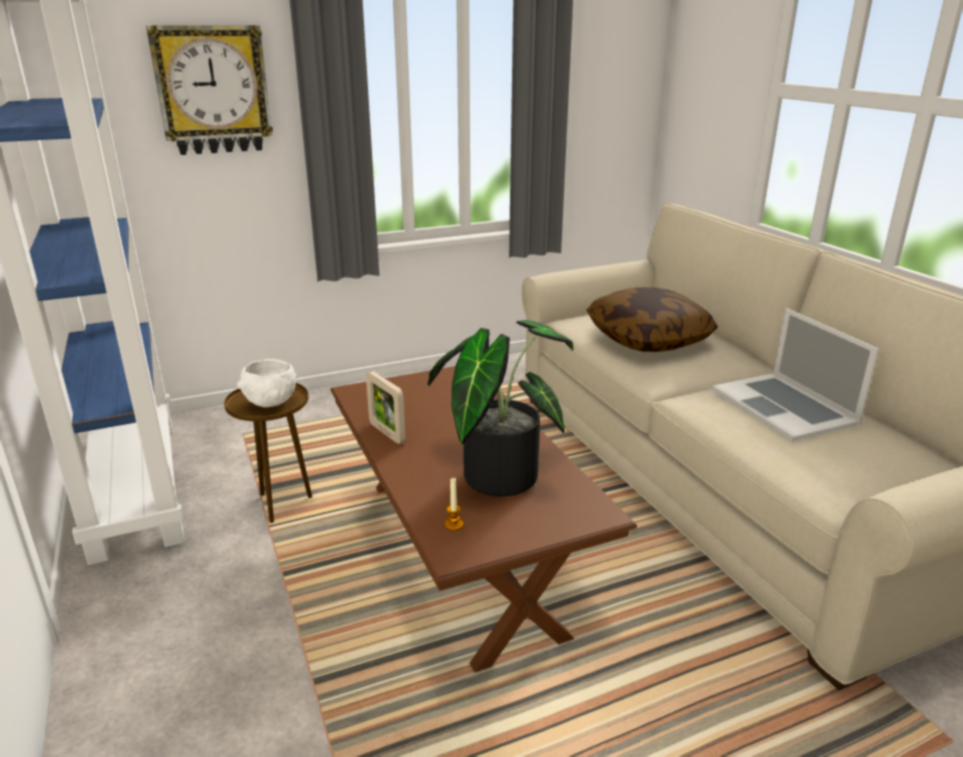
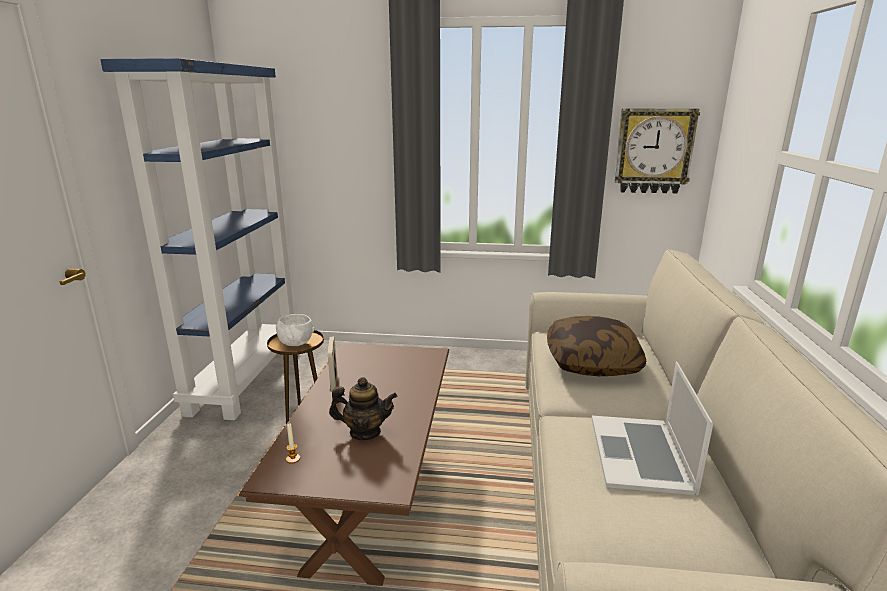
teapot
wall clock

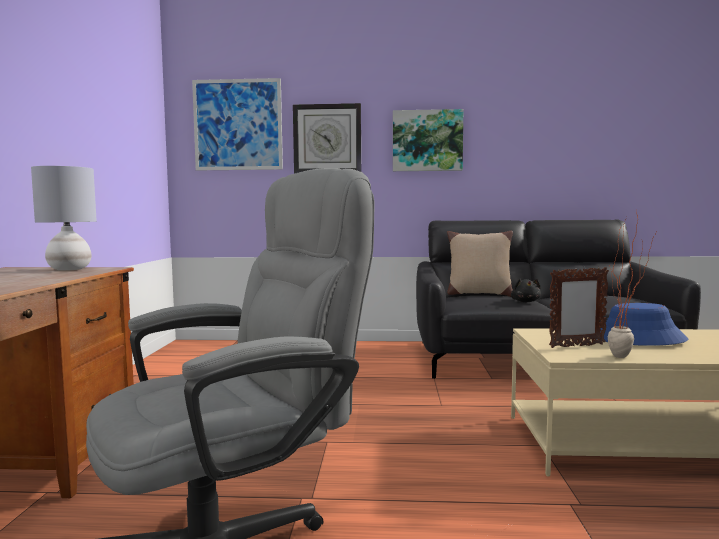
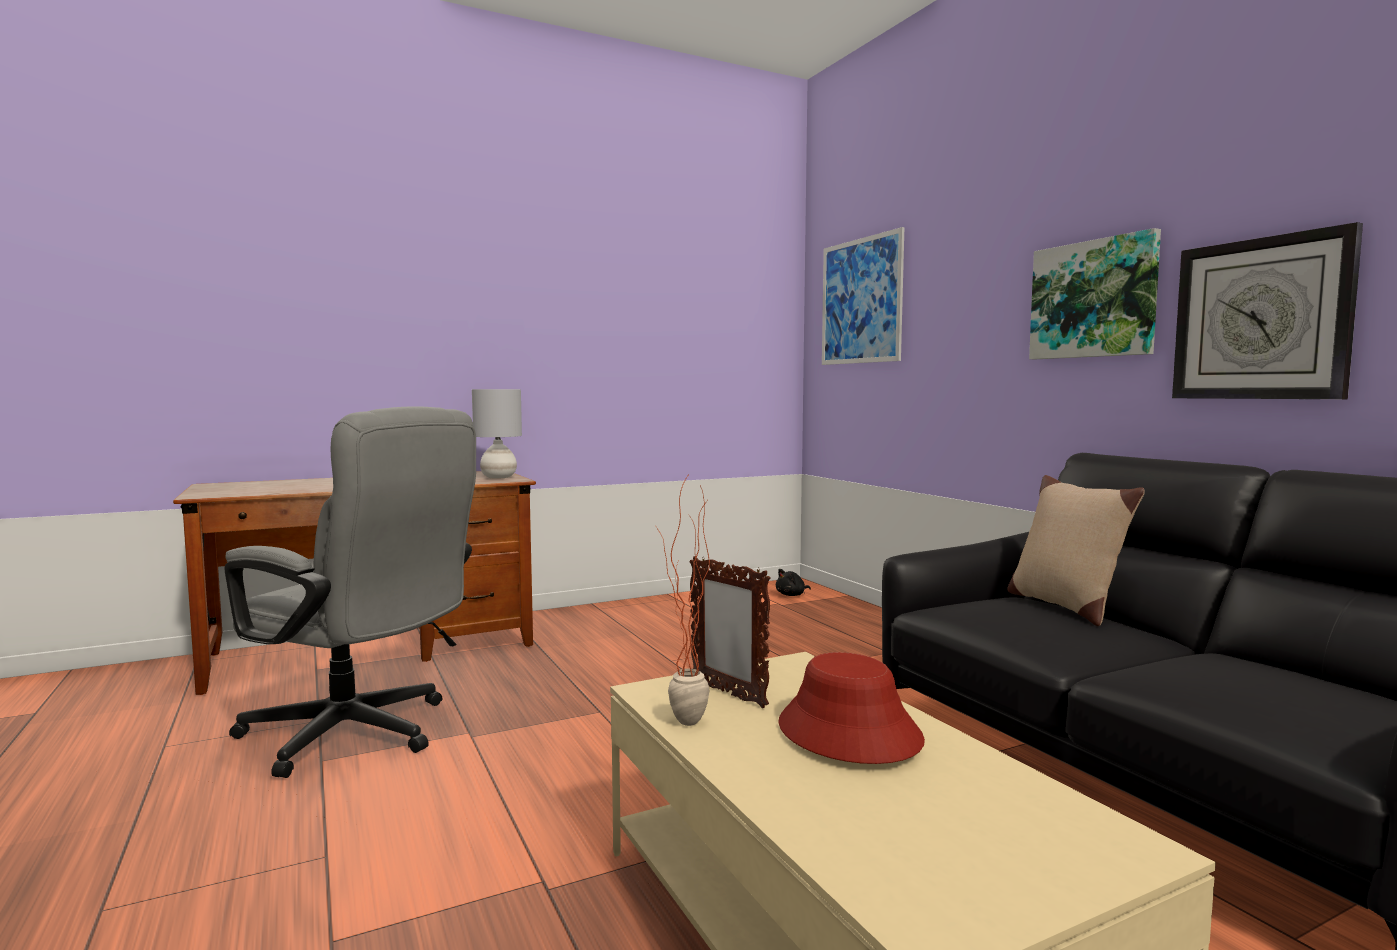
black plush toy
red hat
wall clock

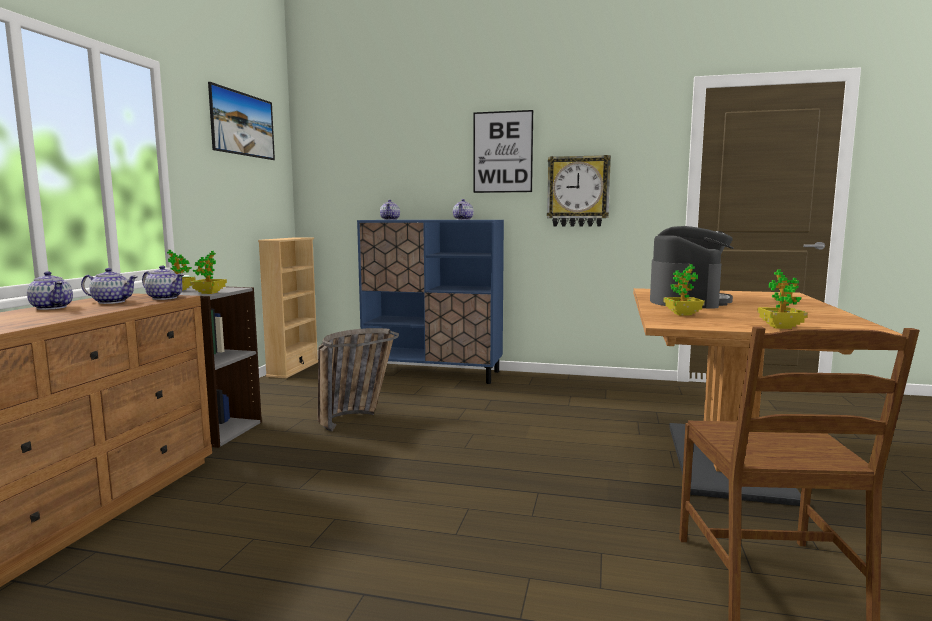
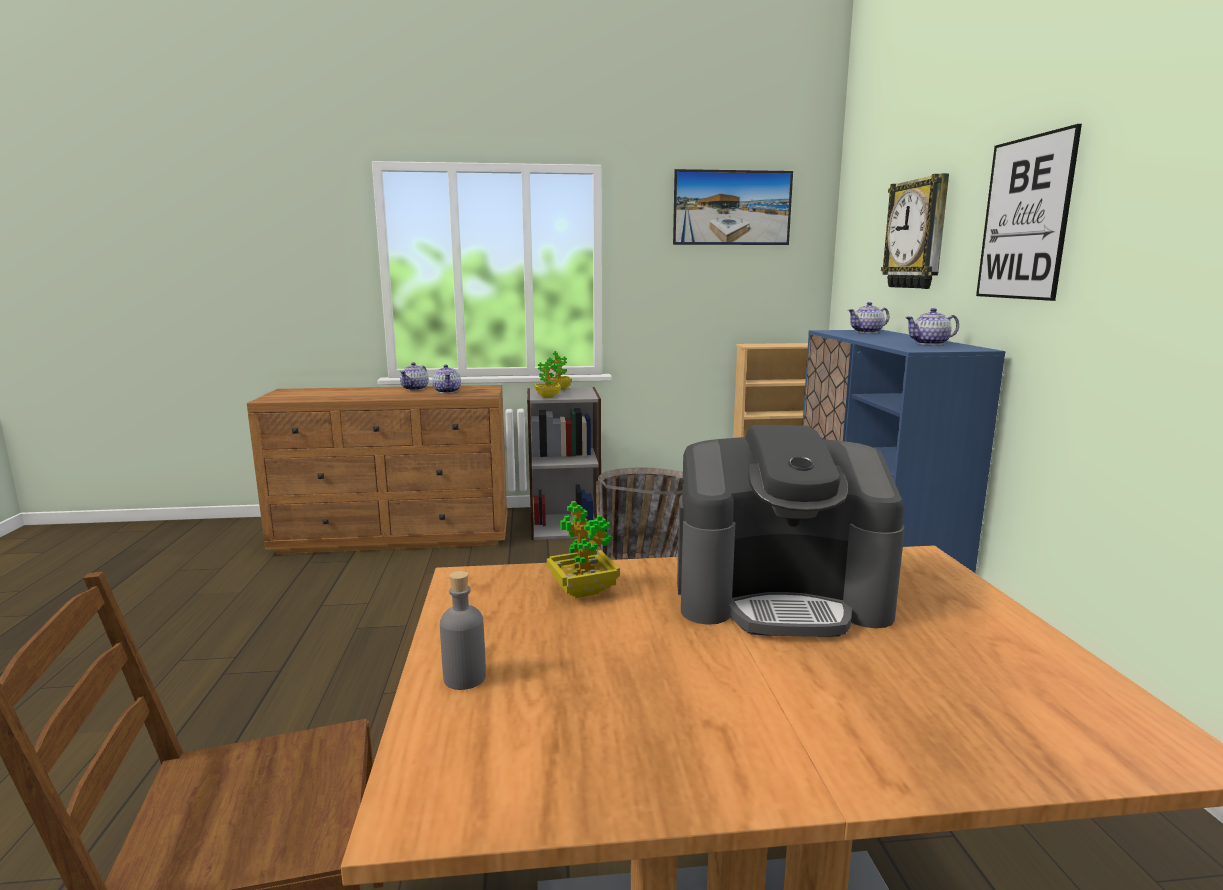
grey bottle
wall clock
teapot (no. 3 from left in the first image)

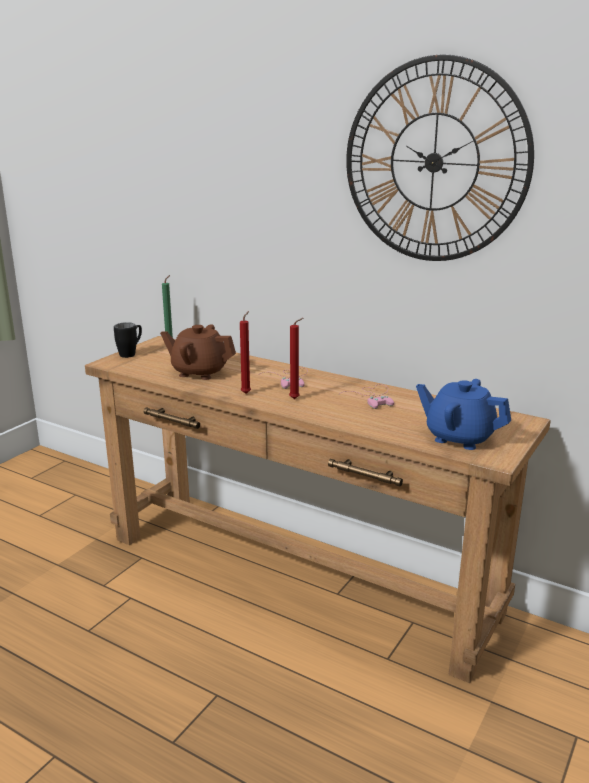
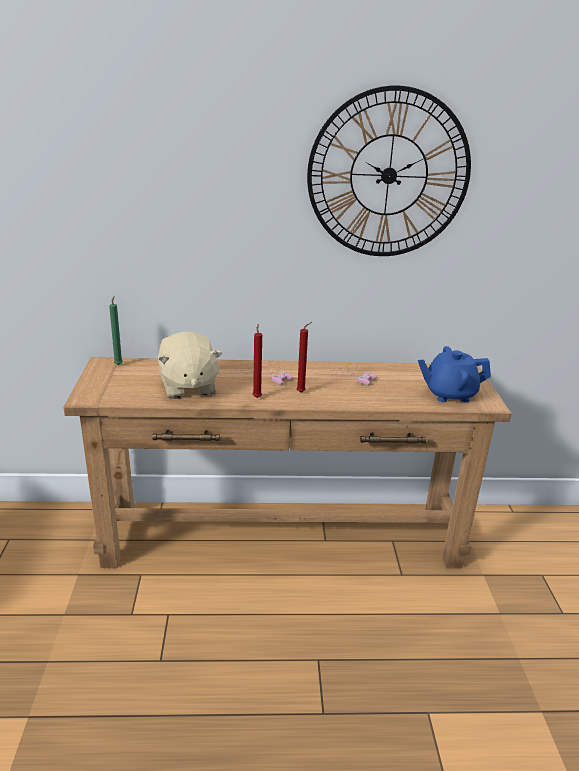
beige plush toy
black mug

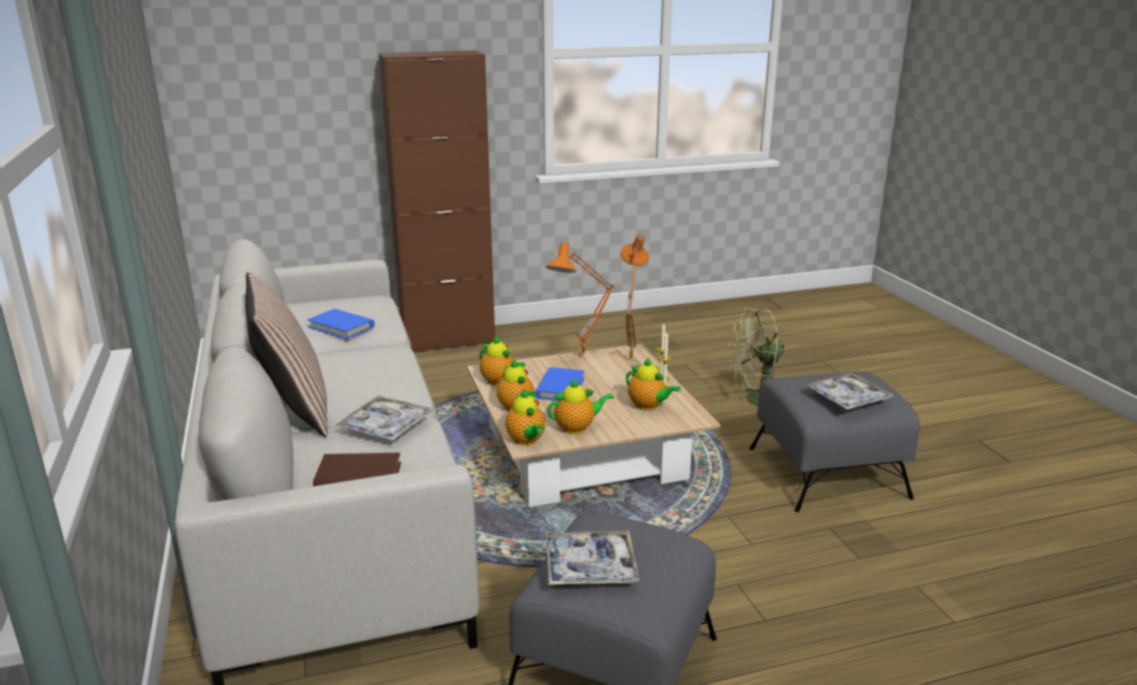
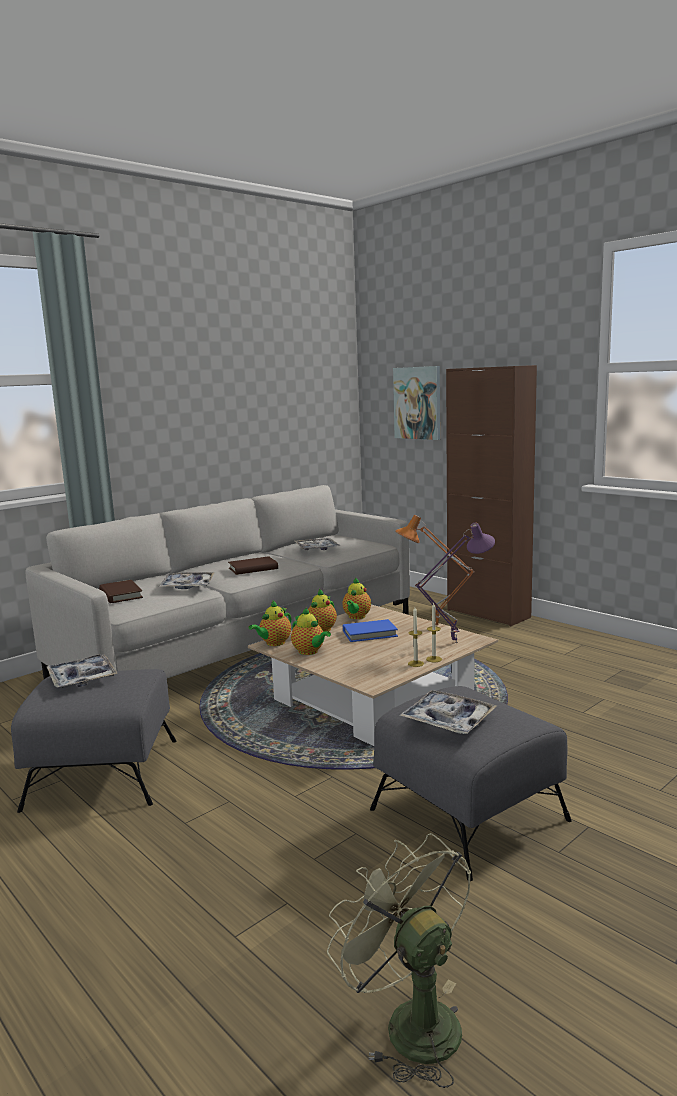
brown book (no. 2 from left)
tray (no. 3 from left)
green fan
picture
purple table lamp
pillow
teapot (no. 5 from left in the first image)

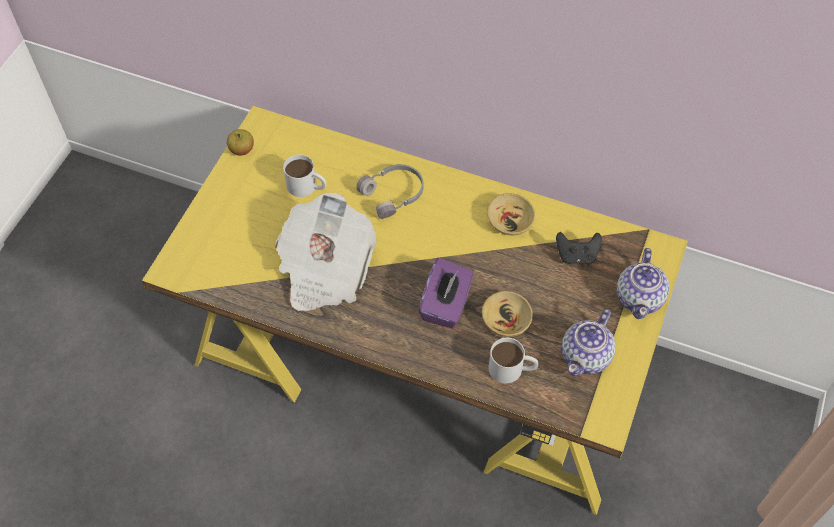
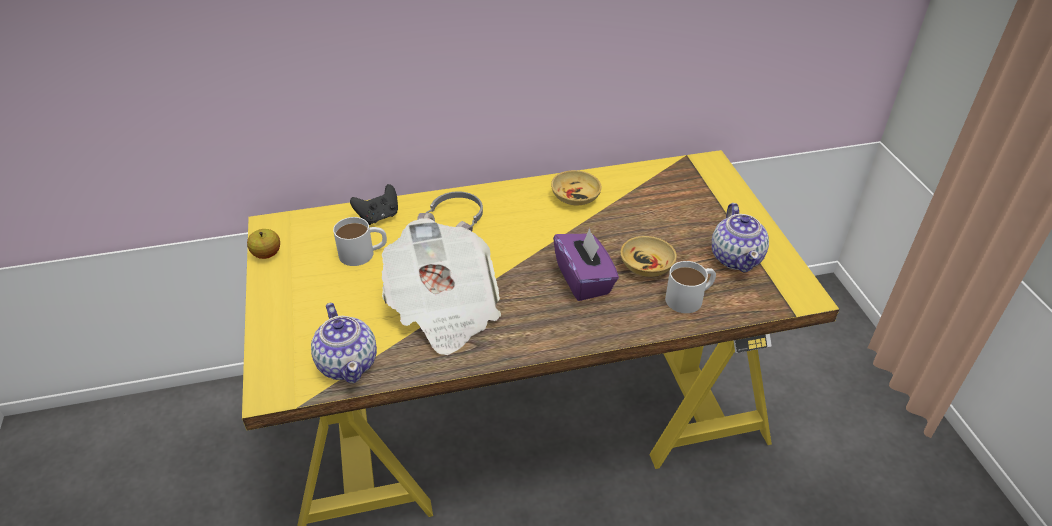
teapot (no. 1 from left)
black game controller

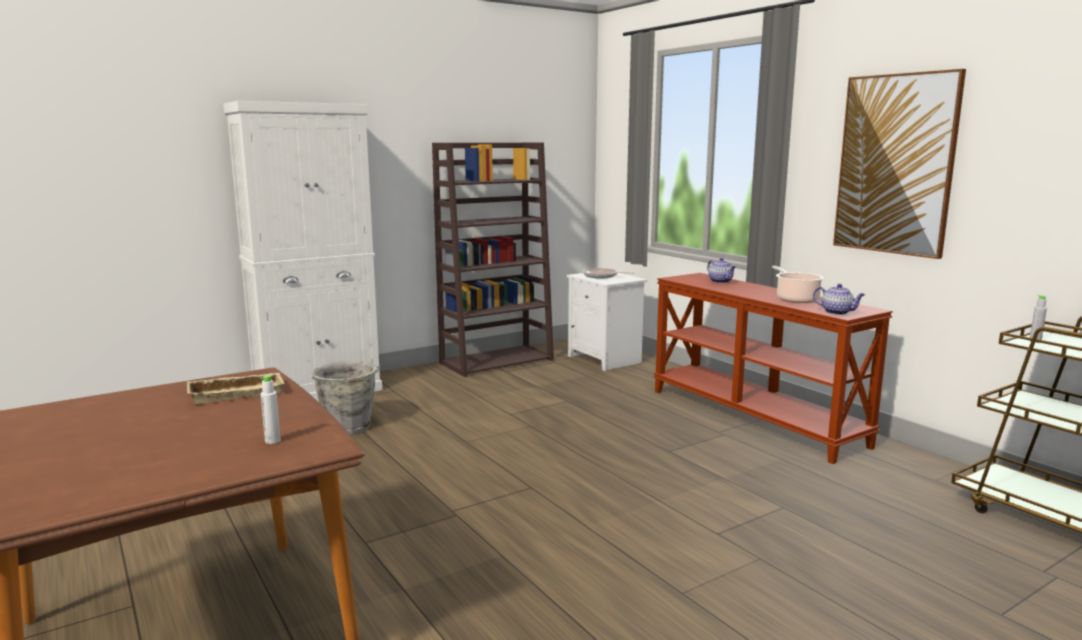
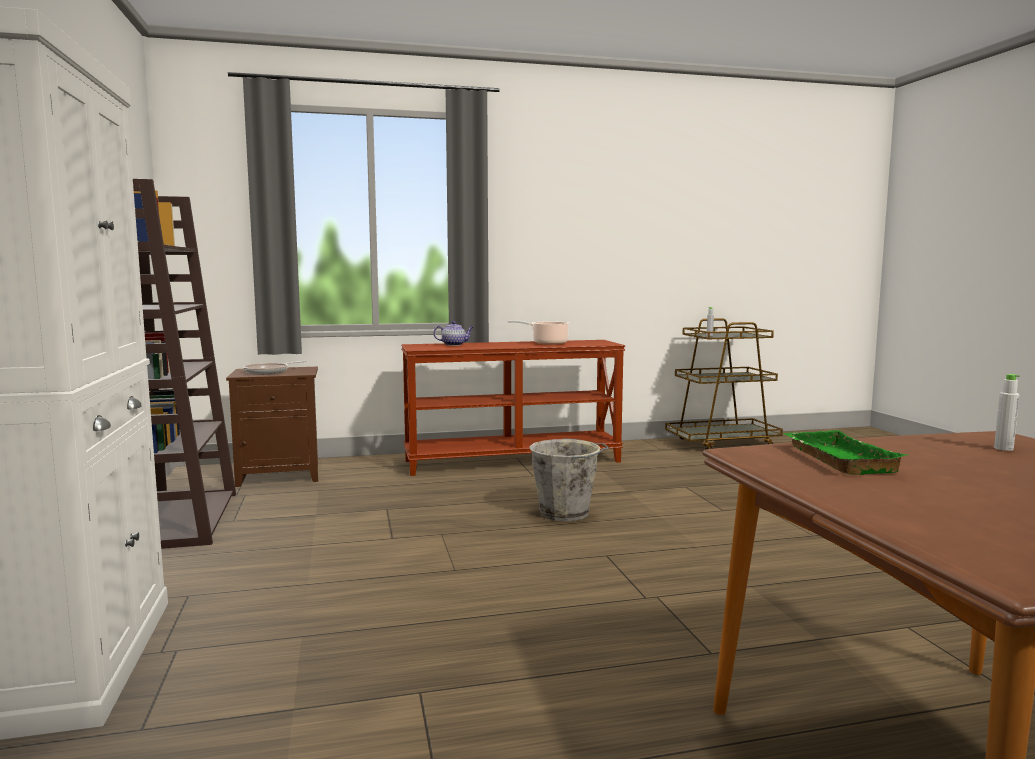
brown nightstand
grey bucket
green tray
teapot (no. 2 from left in the first image)
picture

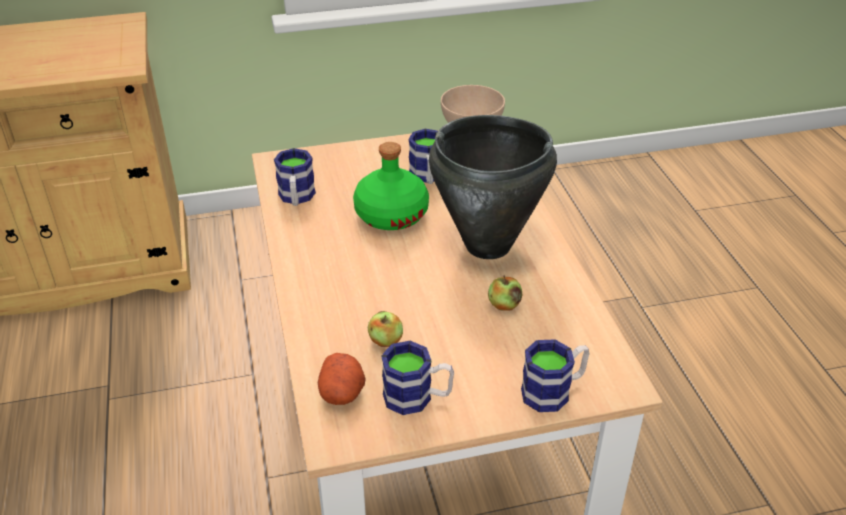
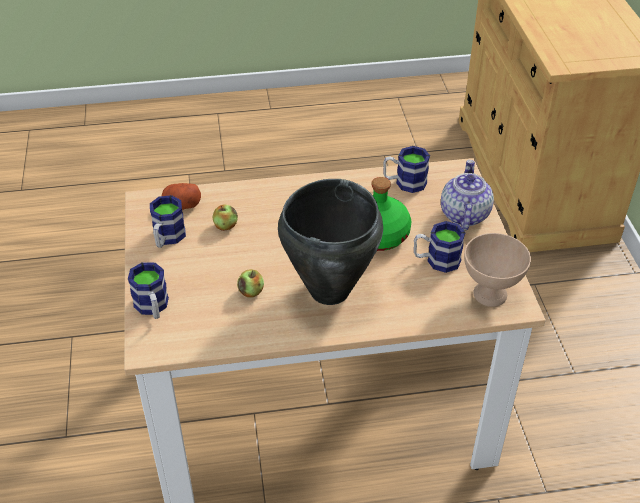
teapot

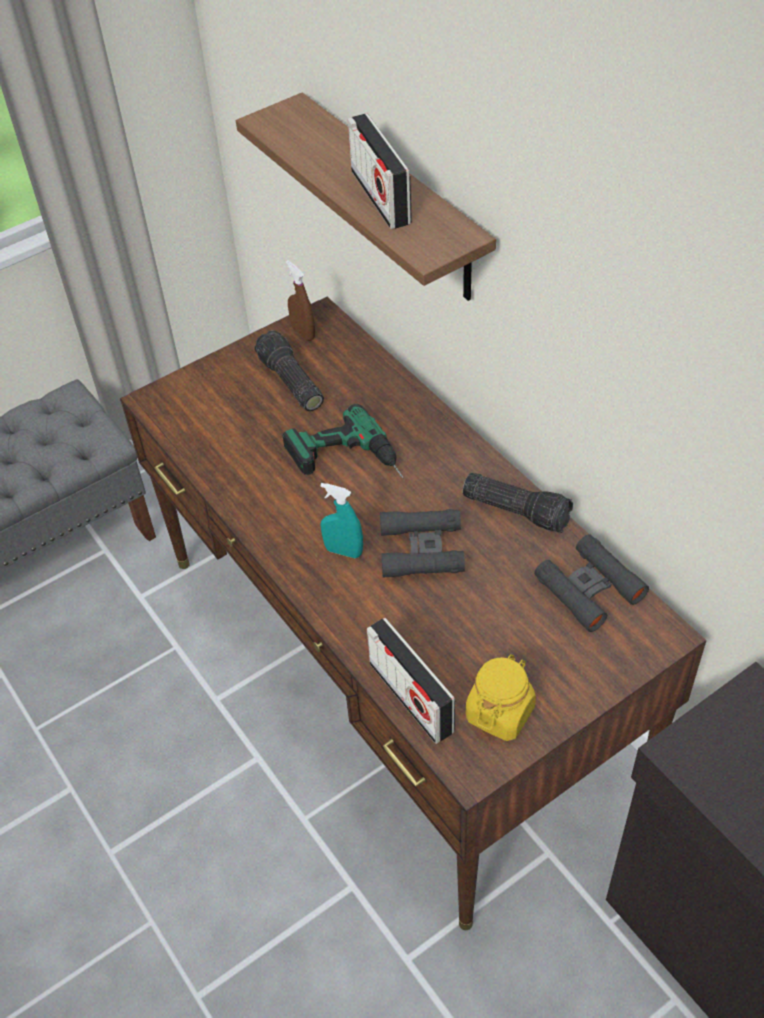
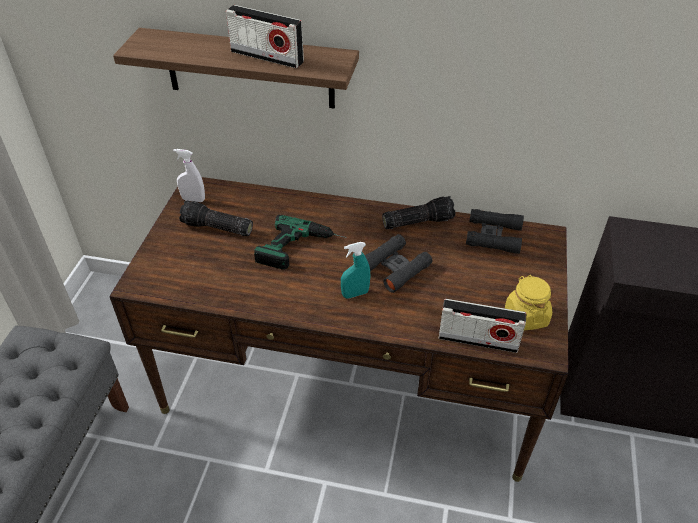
white spray bottle

